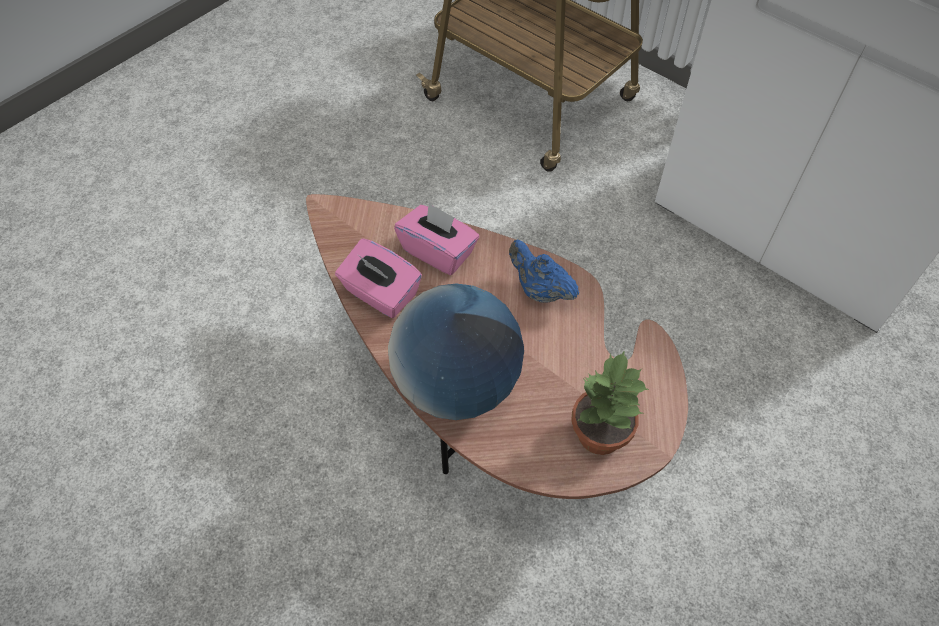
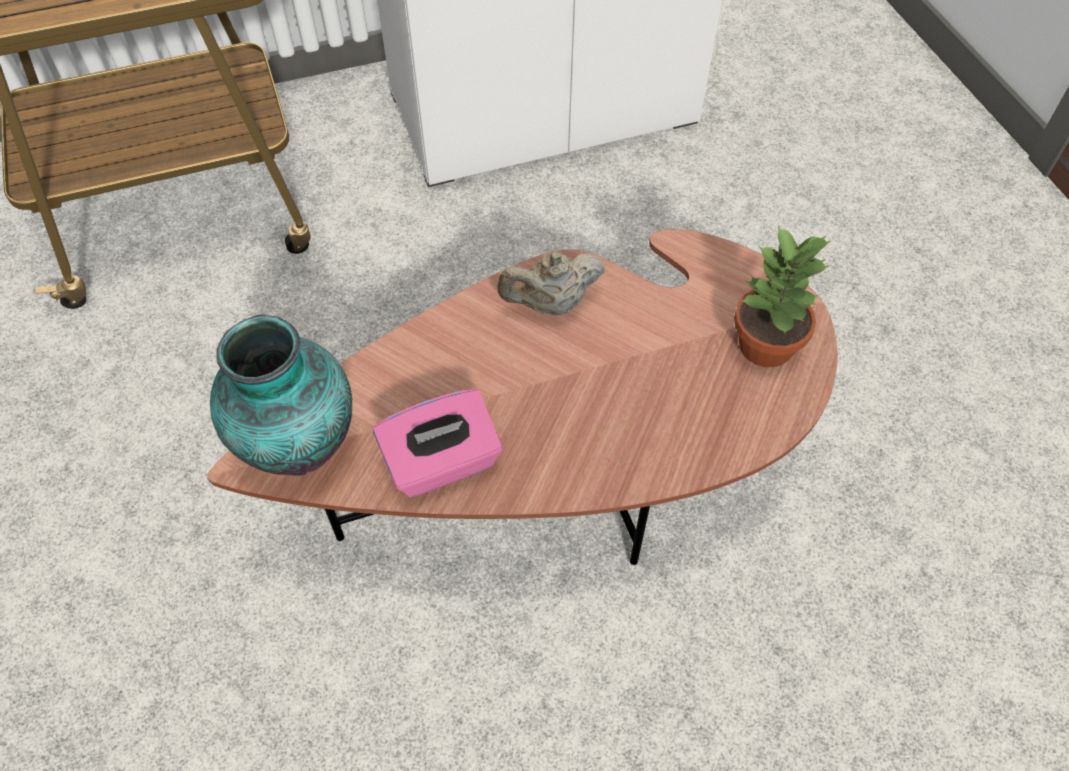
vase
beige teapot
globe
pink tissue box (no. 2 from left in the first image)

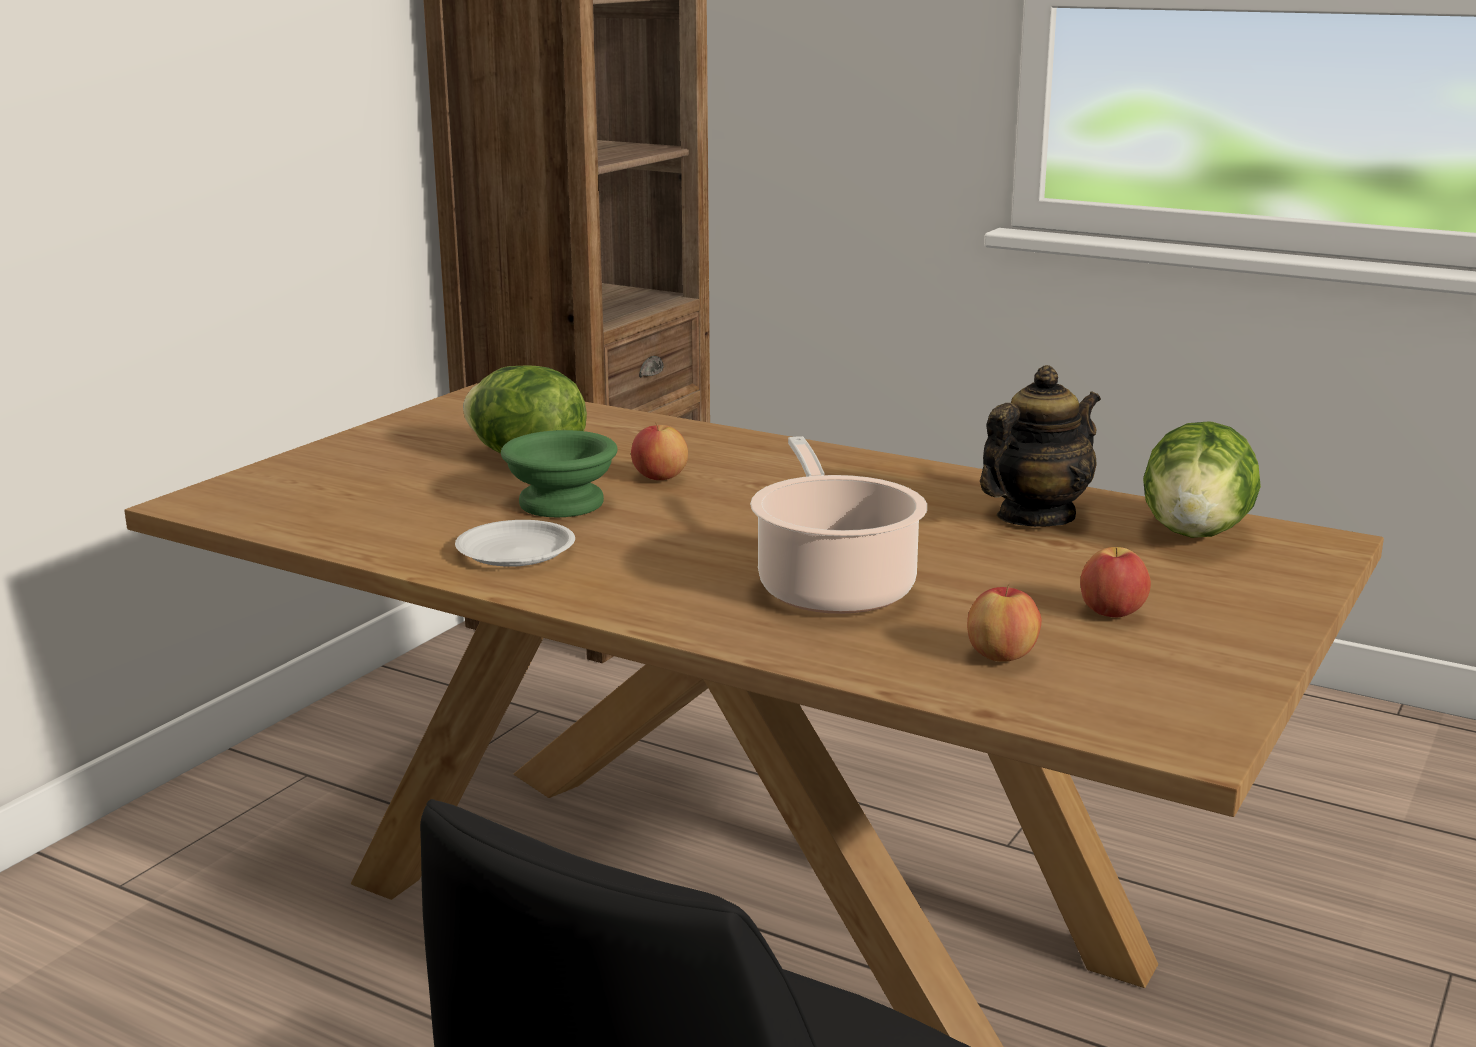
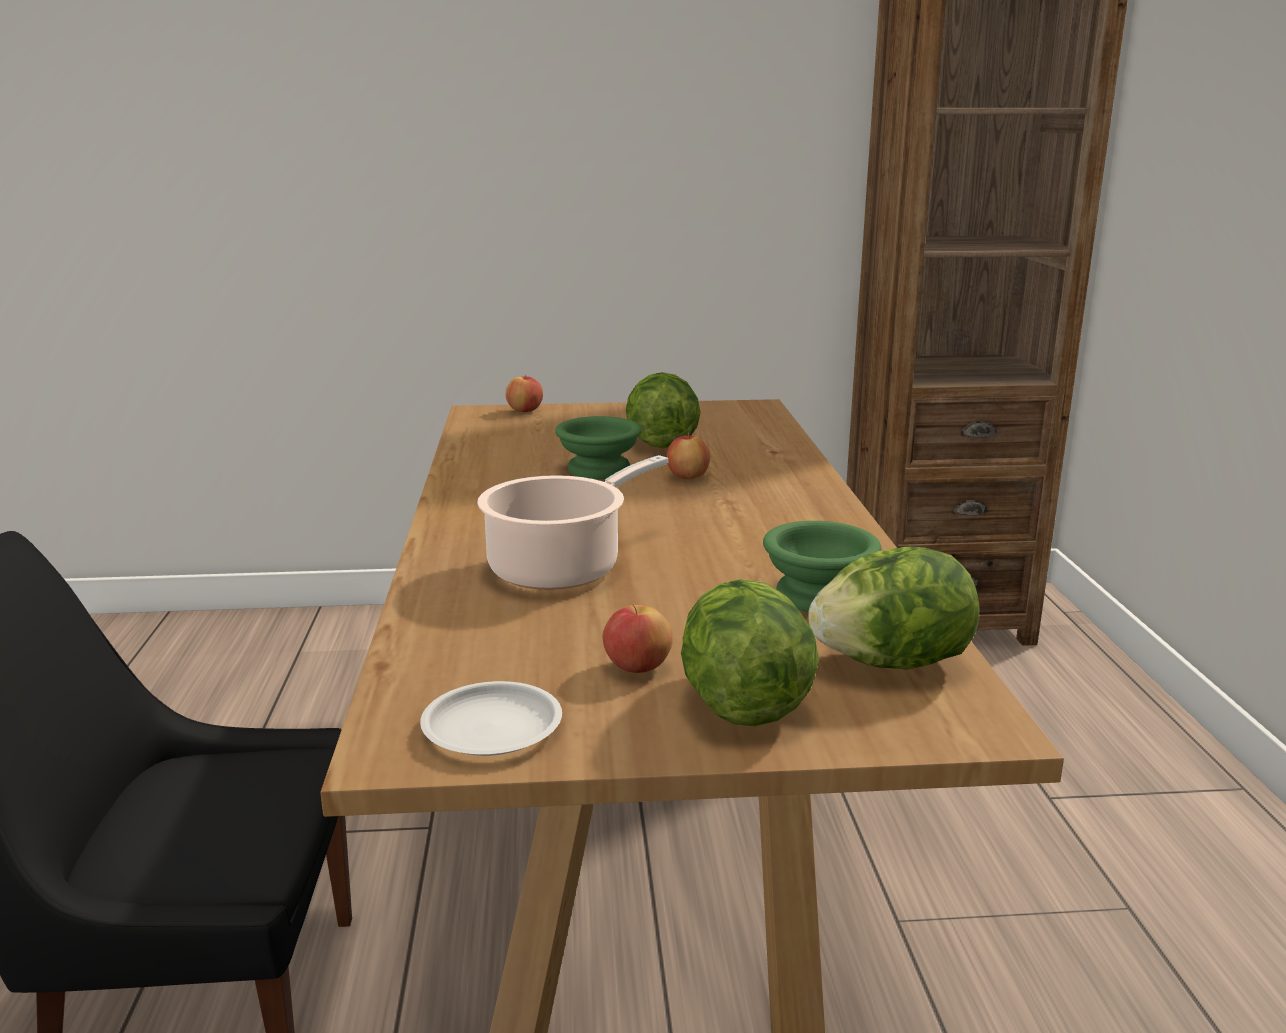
white plate
apple (no. 1 from left)
lettuce (no. 2 from left)
green bowl (no. 2 from left)

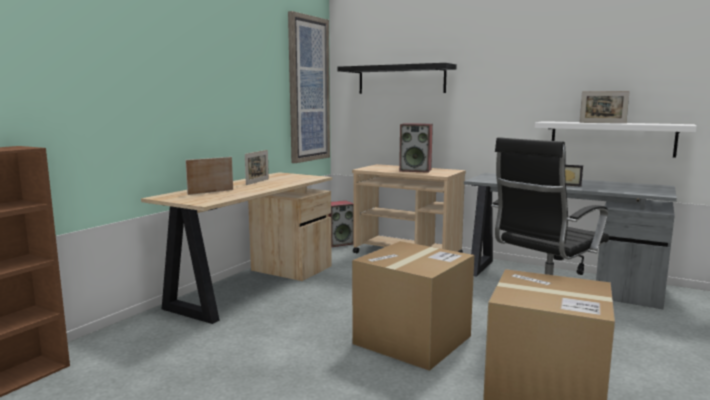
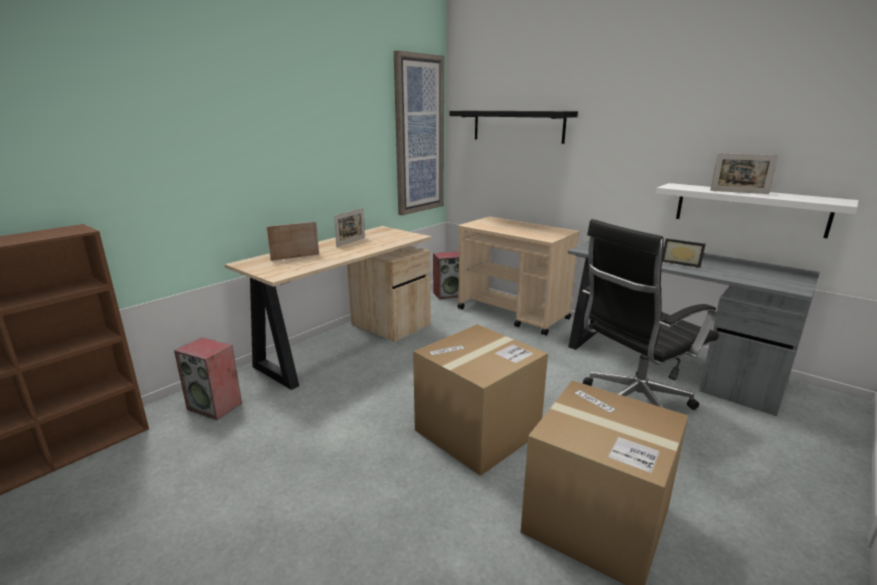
speaker (no. 1 from left)

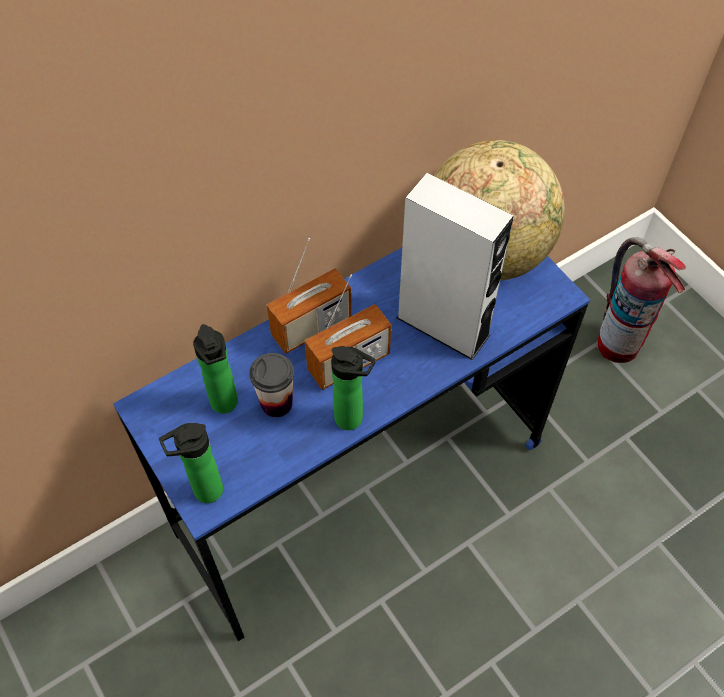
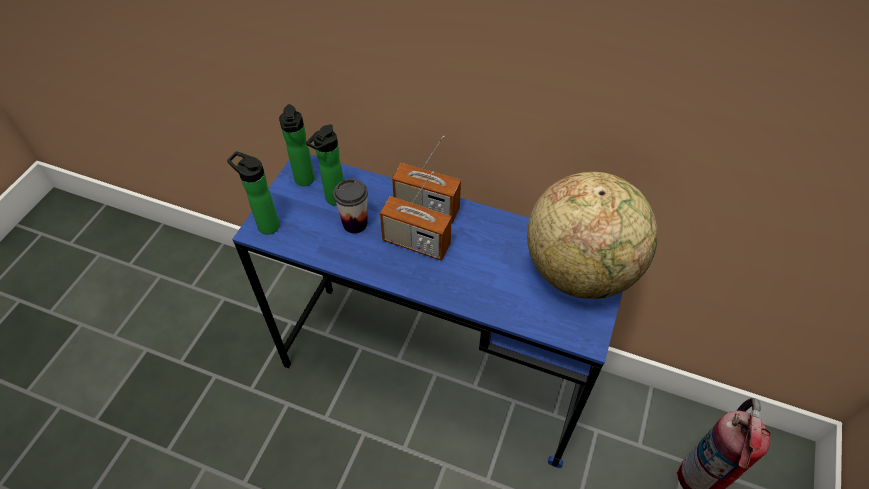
bottle (no. 2 from left)
grey speaker

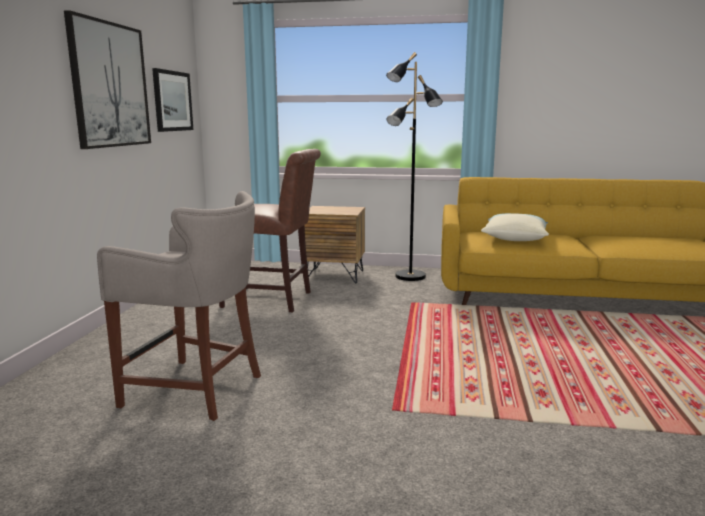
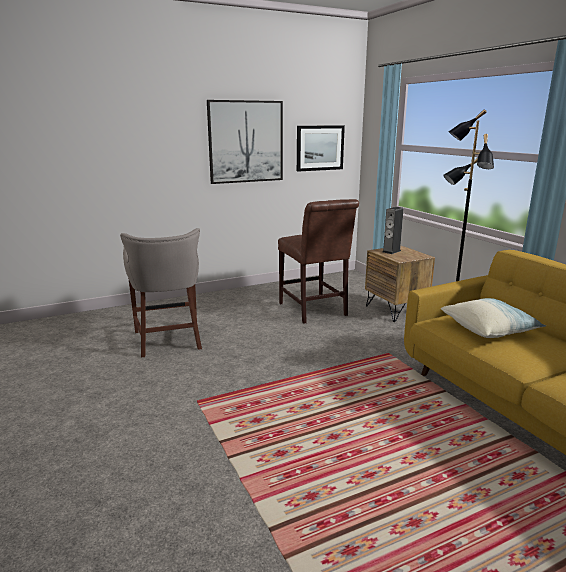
speaker

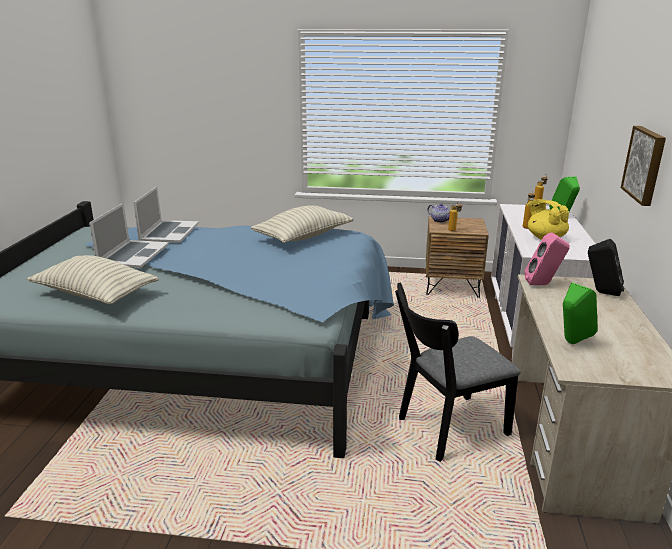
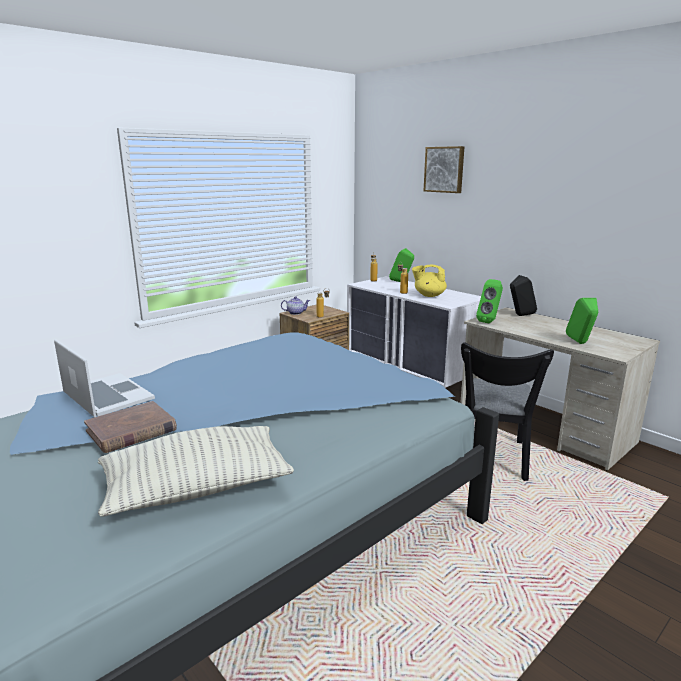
brown book
picture
green speaker (no. 2 from left)
pillow (no. 2 from left in the first image)

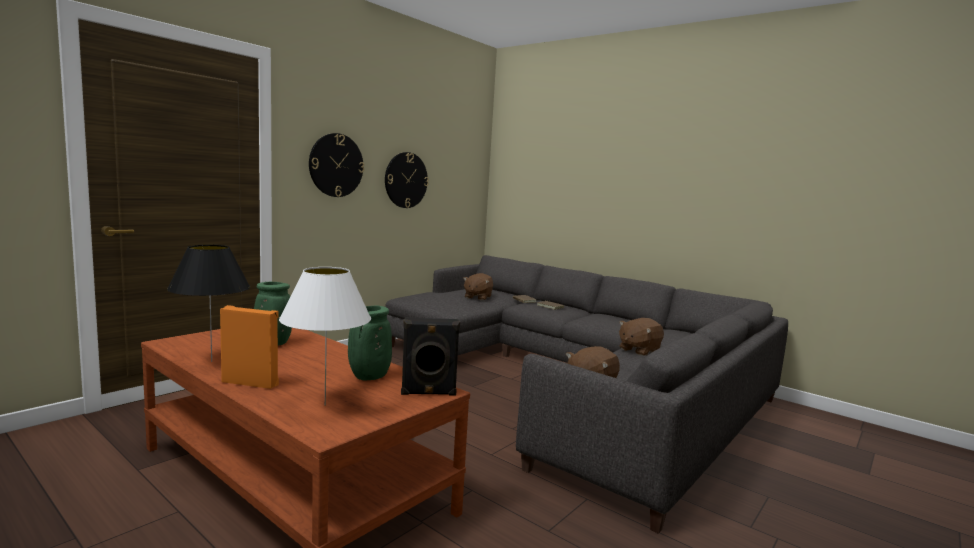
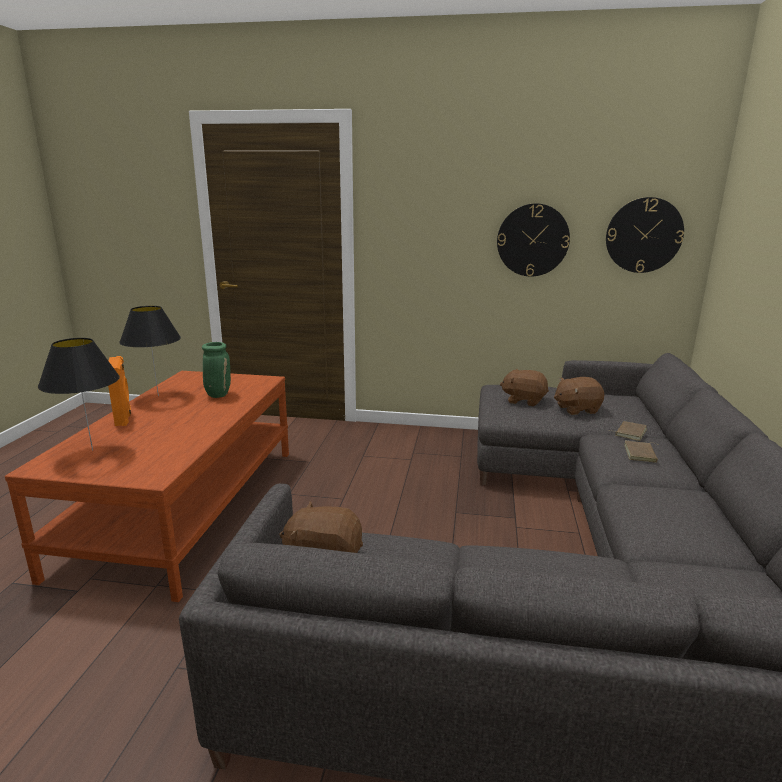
black table lamp (no. 1 from left)
brown plush toy (no. 2 from left)
wall clock (no. 2 from left)
green vase (no. 2 from left in the first image)
black speaker

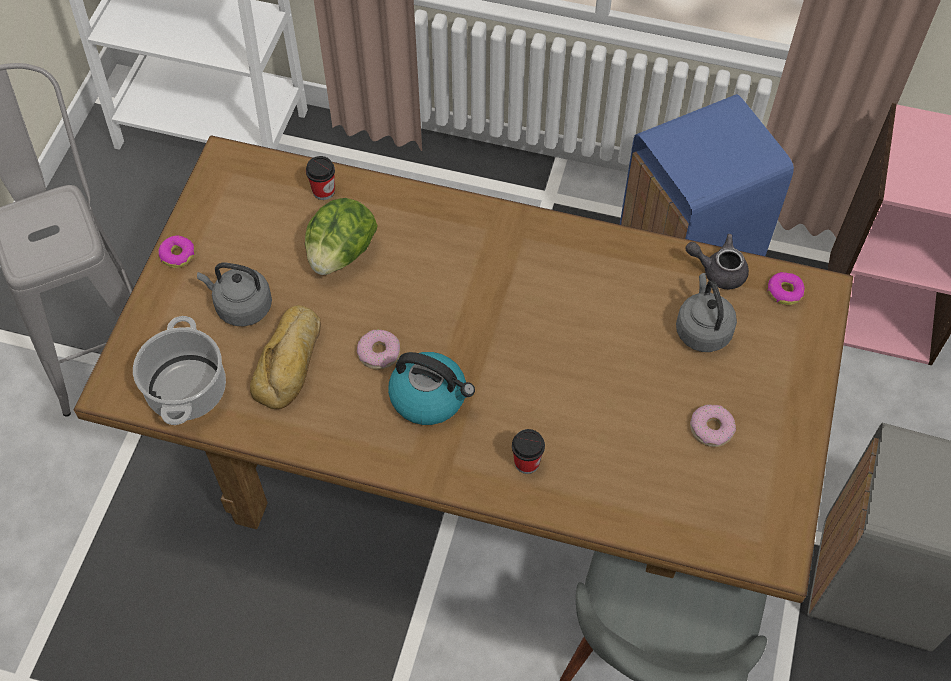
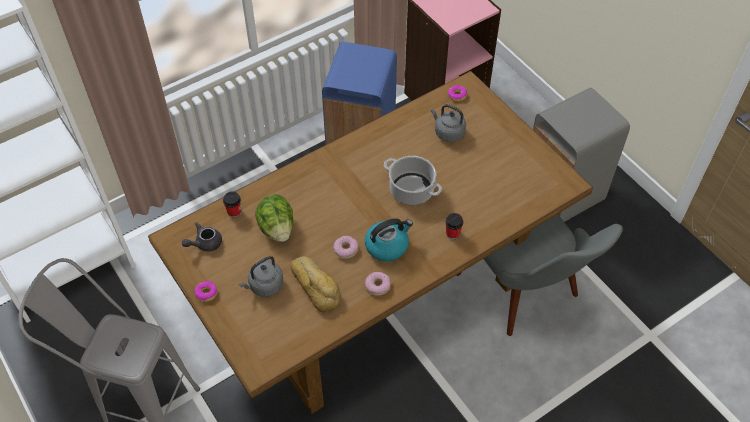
grey teapot
donut (no. 3 from left)
cooking pot

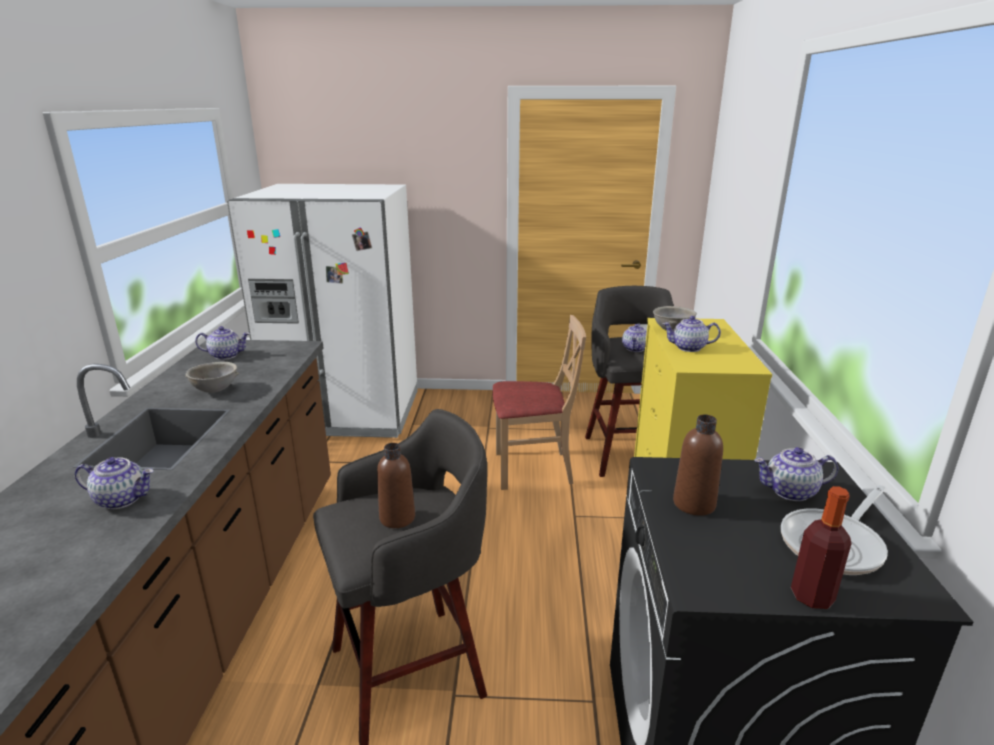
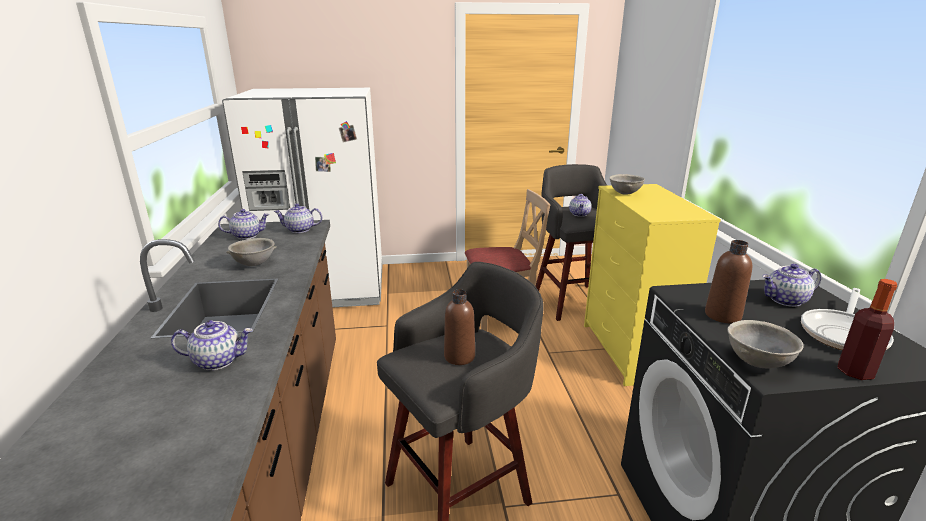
teapot (no. 3 from left)
grey bowl (no. 3 from left)

